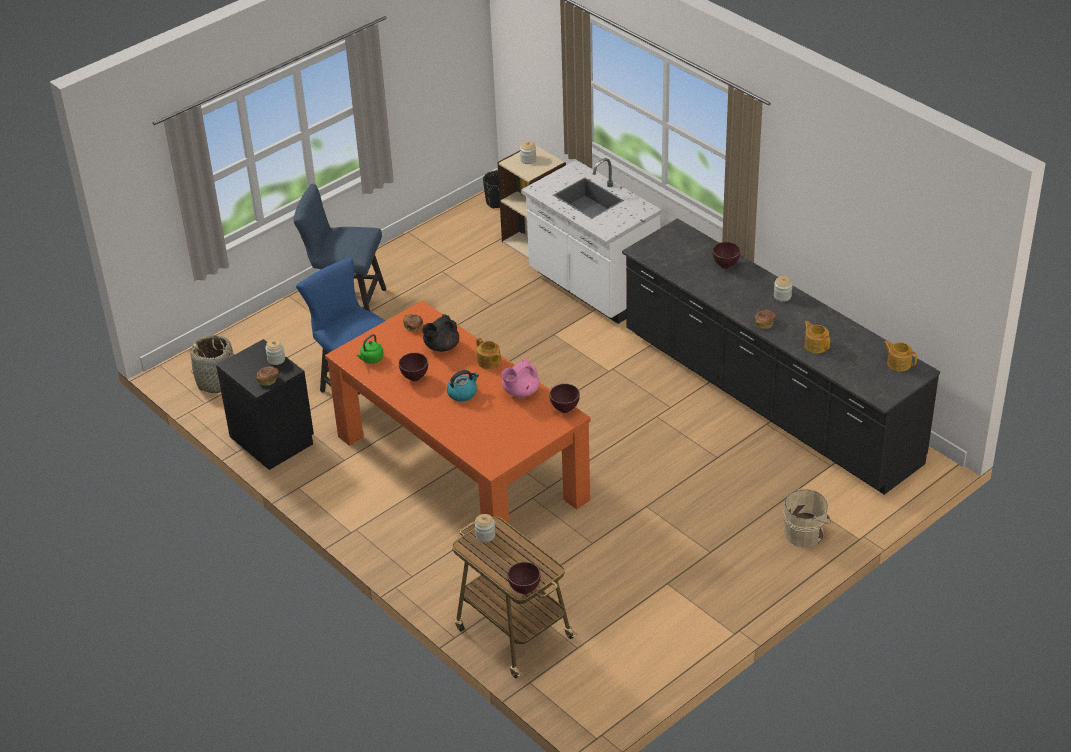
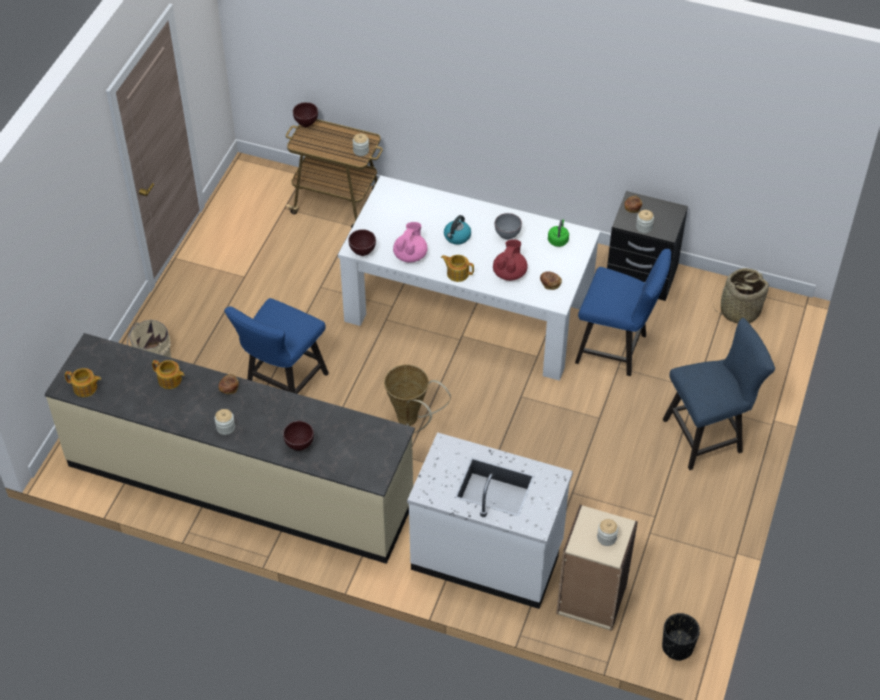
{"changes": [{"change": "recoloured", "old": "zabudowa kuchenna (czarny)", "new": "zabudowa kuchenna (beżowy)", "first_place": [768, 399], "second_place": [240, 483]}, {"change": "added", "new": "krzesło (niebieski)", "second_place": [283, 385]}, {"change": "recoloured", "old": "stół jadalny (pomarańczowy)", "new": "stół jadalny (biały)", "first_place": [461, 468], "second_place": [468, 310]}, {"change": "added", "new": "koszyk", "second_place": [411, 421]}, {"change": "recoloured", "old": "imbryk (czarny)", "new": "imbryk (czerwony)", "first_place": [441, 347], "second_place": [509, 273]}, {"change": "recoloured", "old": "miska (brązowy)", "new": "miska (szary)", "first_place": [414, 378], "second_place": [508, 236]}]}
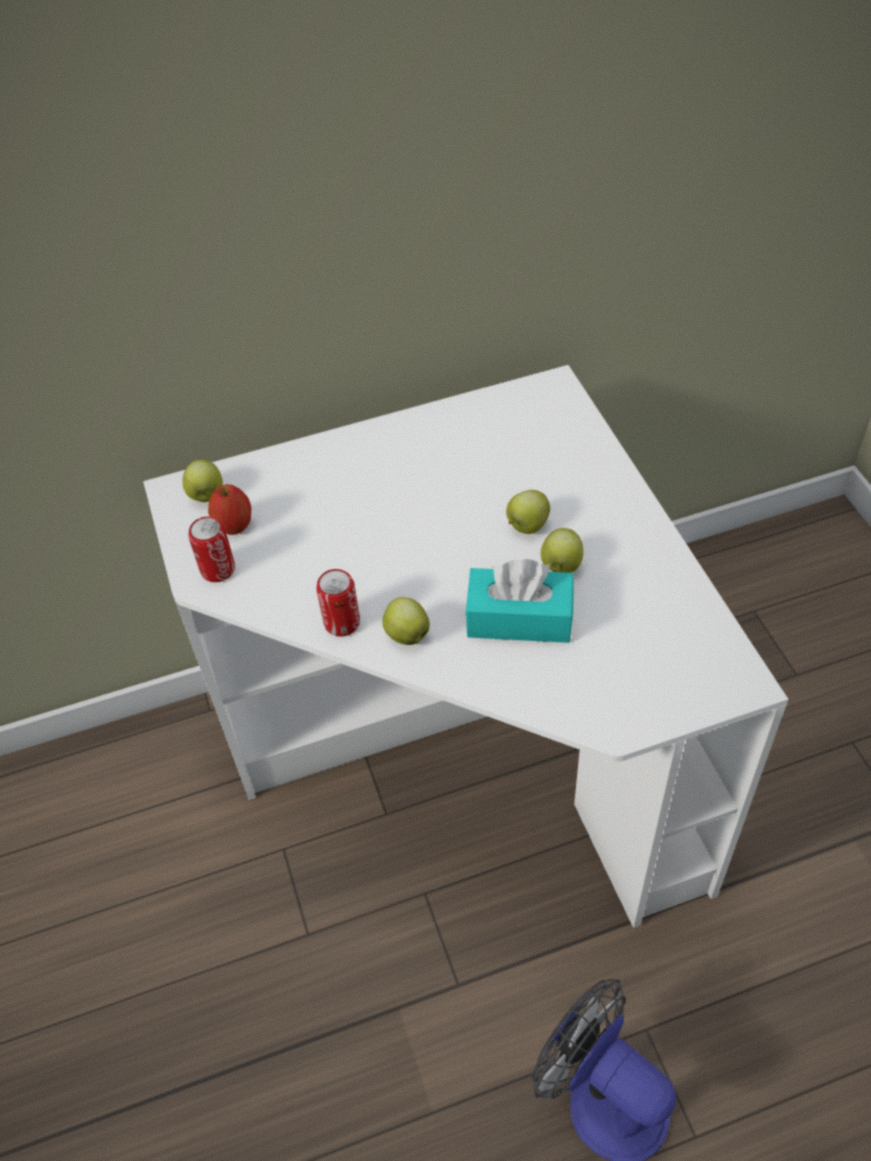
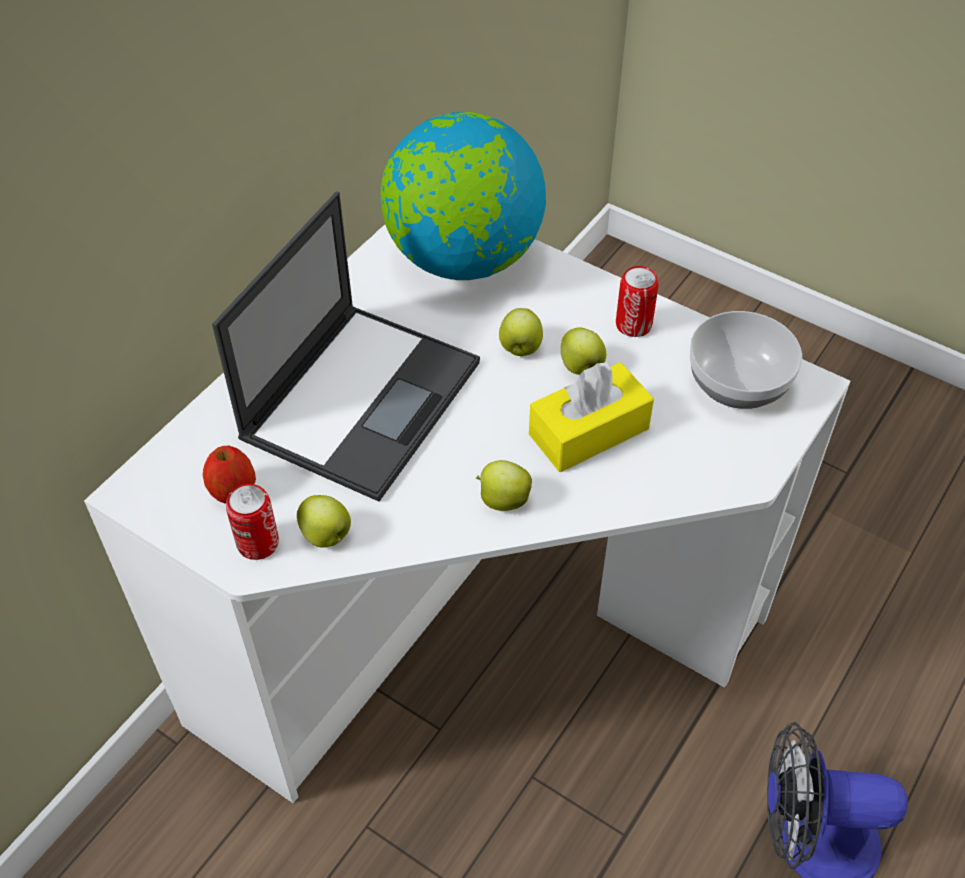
{"changes": [{"change": "added", "new": "laptop", "second_place": [362, 398]}, {"change": "moved", "old": "jabłko", "first_place": [206, 495], "second_place": [327, 536]}, {"change": "added", "new": "globus", "second_place": [463, 258]}, {"change": "recoloured", "old": "pudełko chusteczek (turkusowy)", "new": "pudełko chusteczek (żółty)", "first_place": [519, 618], "second_place": [588, 431]}, {"change": "moved", "old": "puszka", "first_place": [342, 622], "second_place": [633, 325]}, {"change": "added", "new": "miska", "second_place": [736, 383]}]}
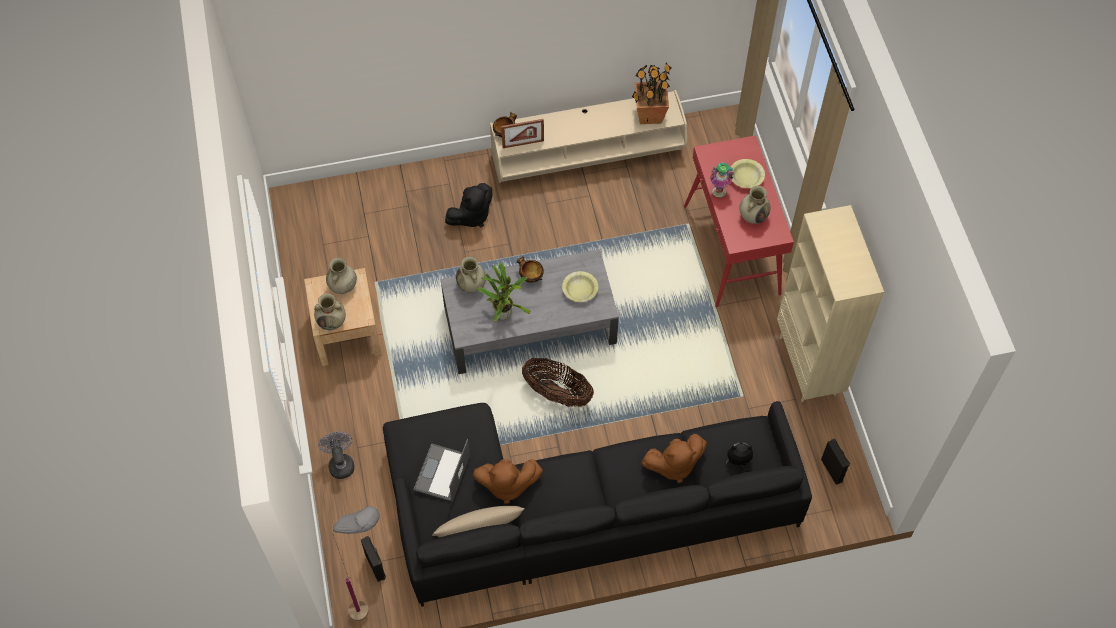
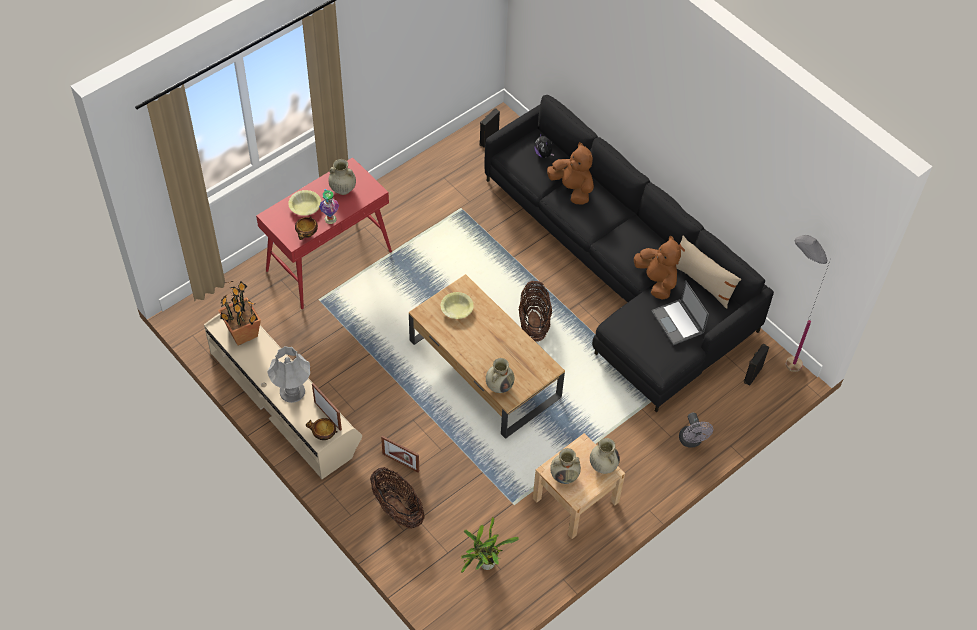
{"changes": [{"change": "added", "new": "lampa stołowa (szary)", "second_place": [292, 391]}, {"change": "moved", "old": "miska", "first_place": [530, 277], "second_place": [307, 235]}, {"change": "added", "new": "koszyk", "second_place": [397, 508]}, {"change": "replaced", "old": "pluszak (czarny)", "new": "ramka na zdjęcie", "first_place": [471, 216], "second_place": [400, 462]}, {"change": "recoloured", "old": "ława (szary)", "new": "ława (brązowy)", "first_place": [528, 325], "second_place": [485, 369]}, {"change": "moved", "old": "roślina doniczkowa", "first_place": [504, 311], "second_place": [485, 564]}, {"change": "turned", "old": "laptop", "first_place": [442, 473], "second_place": [678, 322], "degrees": 75}, {"change": "turned", "old": "wentylator (szary)", "first_place": [340, 463], "second_place": [691, 441], "degrees": -60}, {"change": "removed", "old": "regał (beżowy)", "first_place": [809, 366]}]}
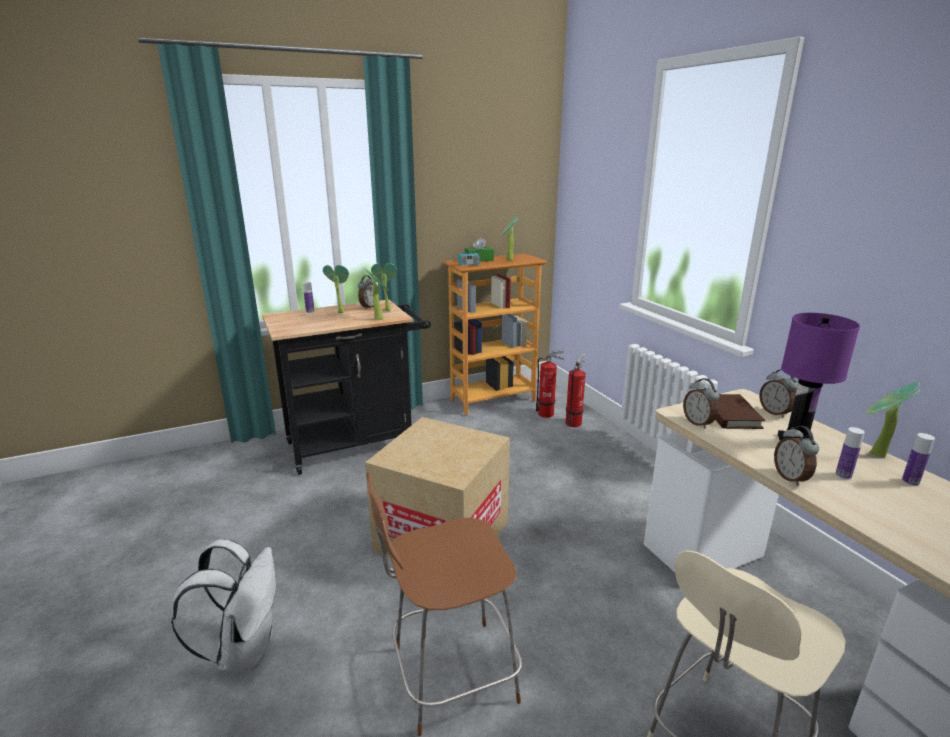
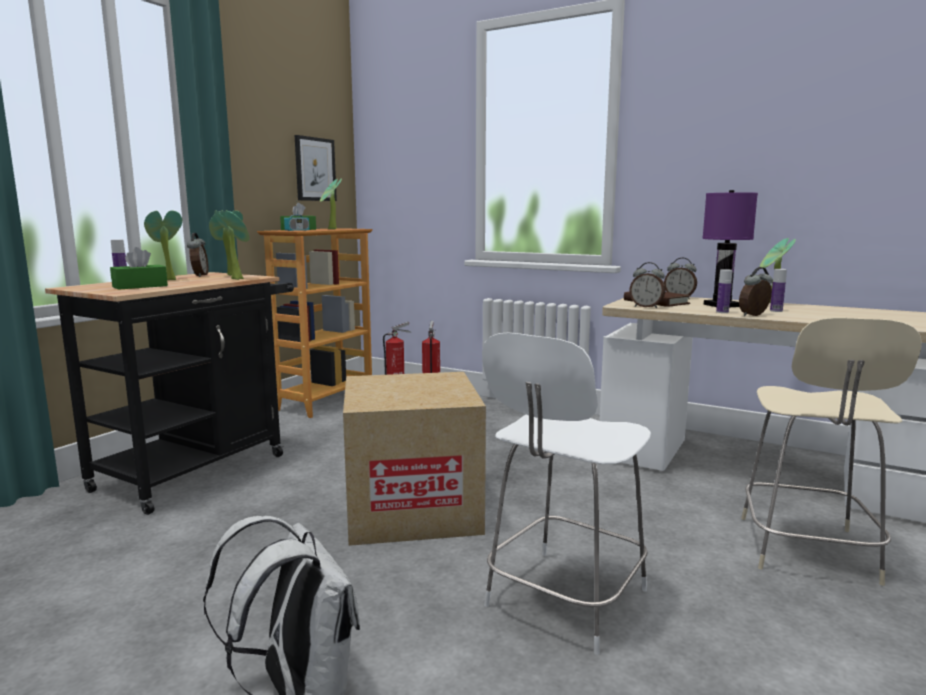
{"changes": [{"change": "added", "new": "pudełko chusteczek (zielony)", "second_place": [140, 286]}, {"change": "added", "new": "obraz", "second_place": [315, 169]}, {"change": "recoloured", "old": "krzesło (brązowy)", "new": "krzesło (biały)", "first_place": [449, 675], "second_place": [563, 601]}, {"change": "moved", "old": "butelka", "first_place": [910, 482], "second_place": [722, 312]}, {"change": "turned", "old": "budzik", "first_place": [791, 478], "second_place": [754, 315], "degrees": 105}]}
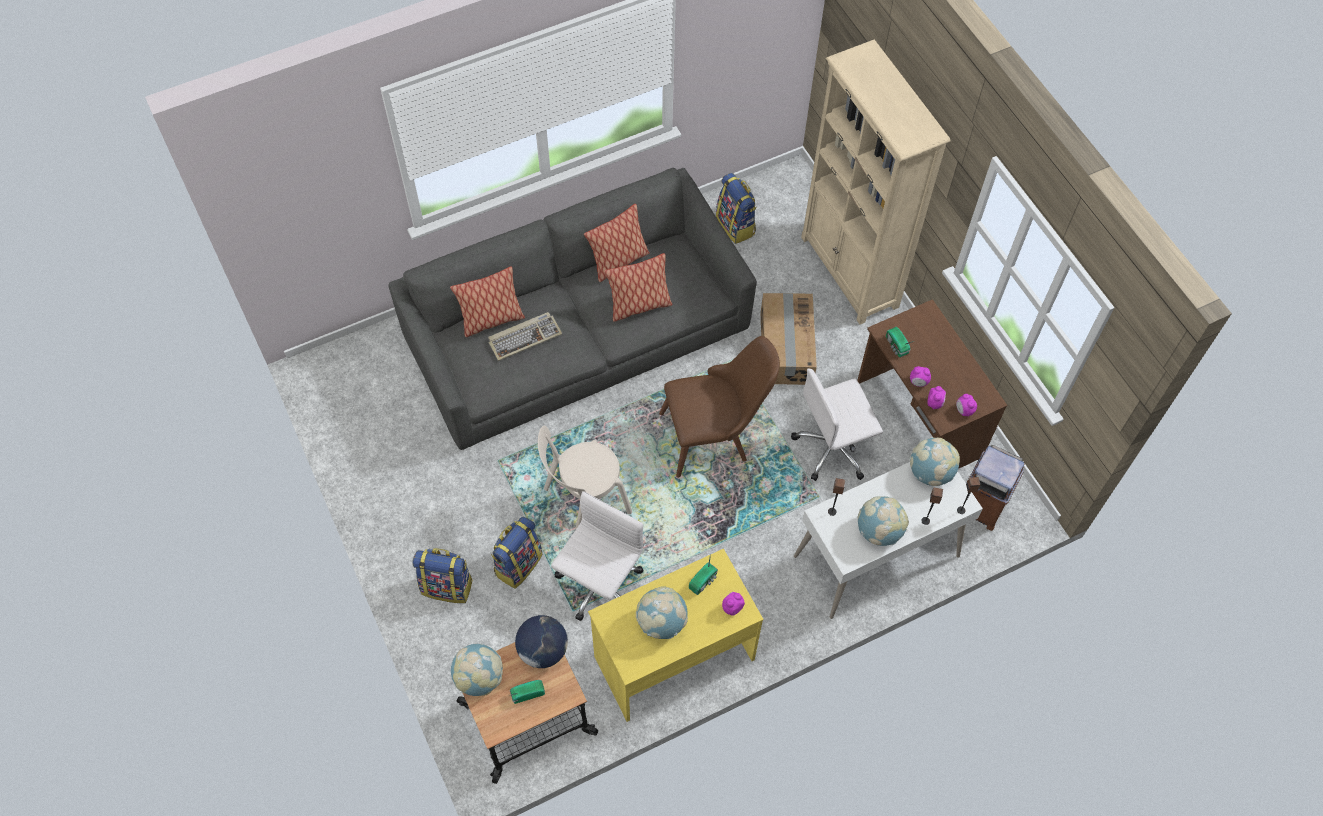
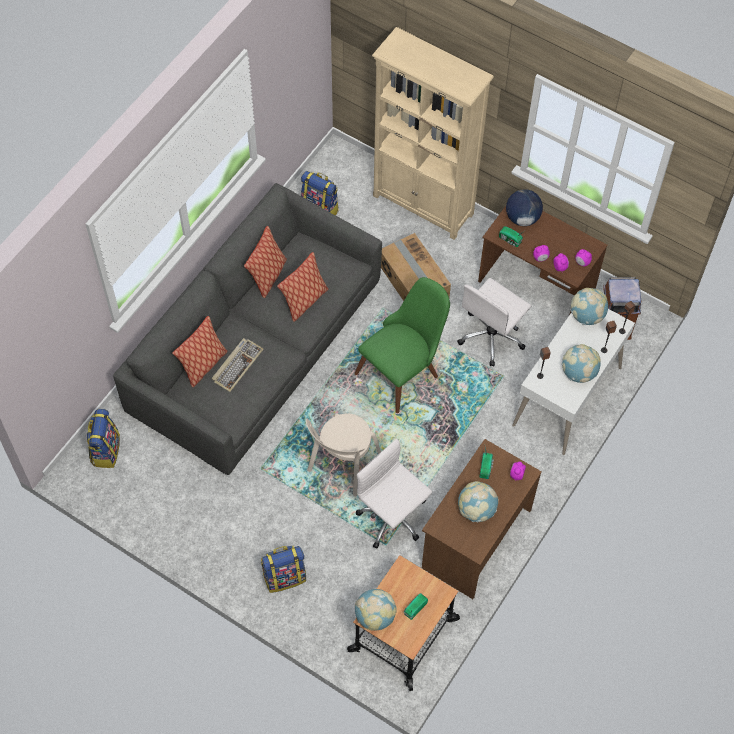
{"changes": [{"change": "moved", "old": "plecak", "first_place": [518, 563], "second_place": [105, 450]}, {"change": "recoloured", "old": "krzesło (brązowy)", "new": "krzesło (zielony)", "first_place": [715, 434], "second_place": [404, 369]}, {"change": "turned", "old": "krzesło biurowe (biały)", "first_place": [599, 586], "second_place": [393, 518], "degrees": -45}, {"change": "recoloured", "old": "biurko (żółty)", "new": "biurko (brązowy)", "first_place": [673, 656], "second_place": [475, 538]}, {"change": "moved", "old": "globus", "first_place": [543, 650], "second_place": [522, 218]}]}
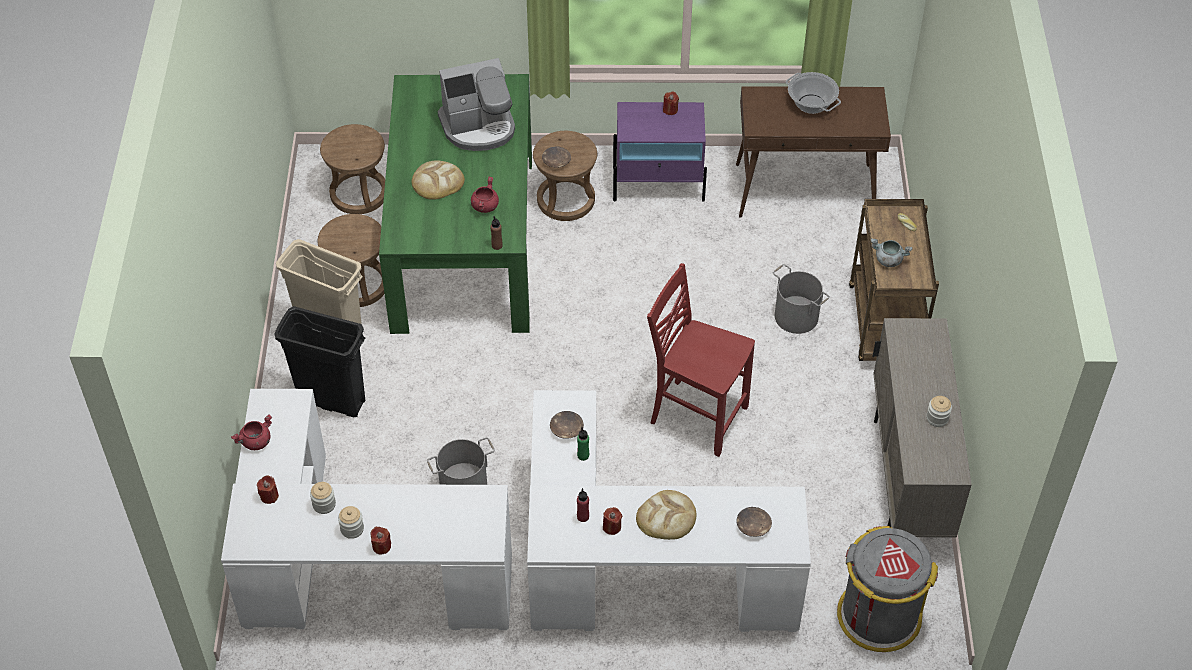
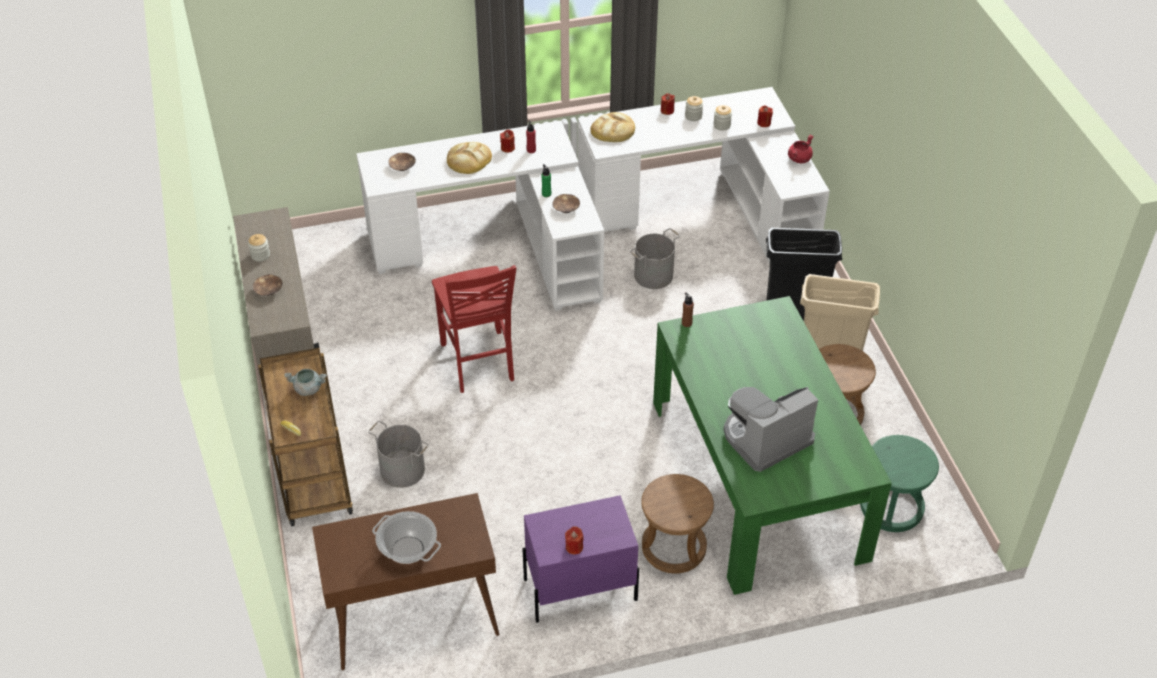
{"changes": [{"change": "moved", "old": "miska (brązowy)", "first_place": [556, 162], "second_place": [269, 290]}, {"change": "turned", "old": "krzesło (czerwony)", "first_place": [696, 415], "second_place": [478, 363], "degrees": 60}, {"change": "moved", "old": "chleb", "first_place": [437, 182], "second_place": [613, 130]}, {"change": "recoloured", "old": "stołek (brązowy)", "new": "stołek (zielony)", "first_place": [358, 193], "second_place": [892, 507]}, {"change": "removed", "old": "garnek (czerwony)", "first_place": [485, 206]}, {"change": "removed", "old": "kosz na śmieci (szary)", "first_place": [878, 616]}]}
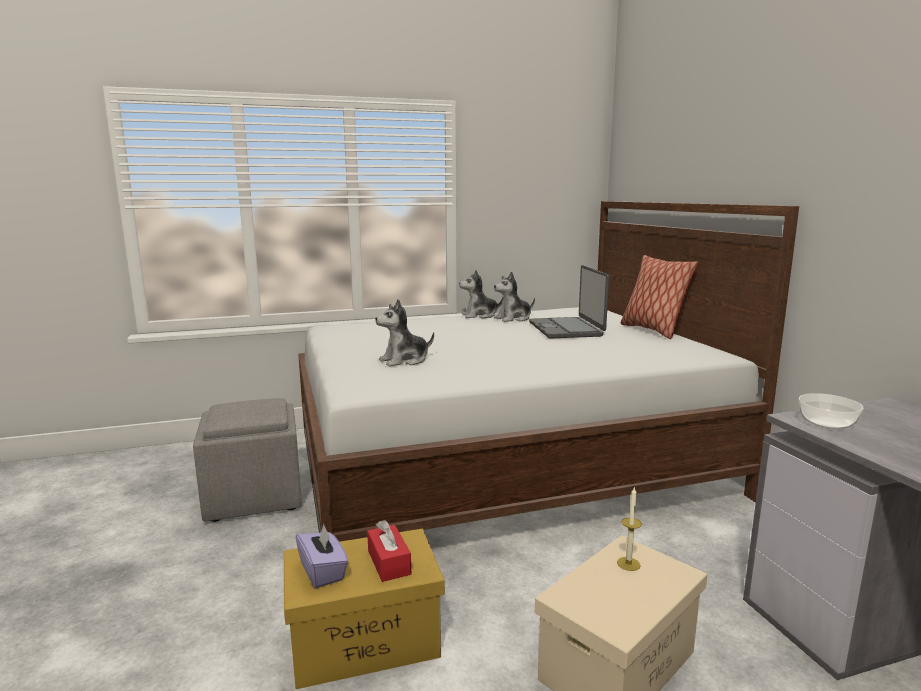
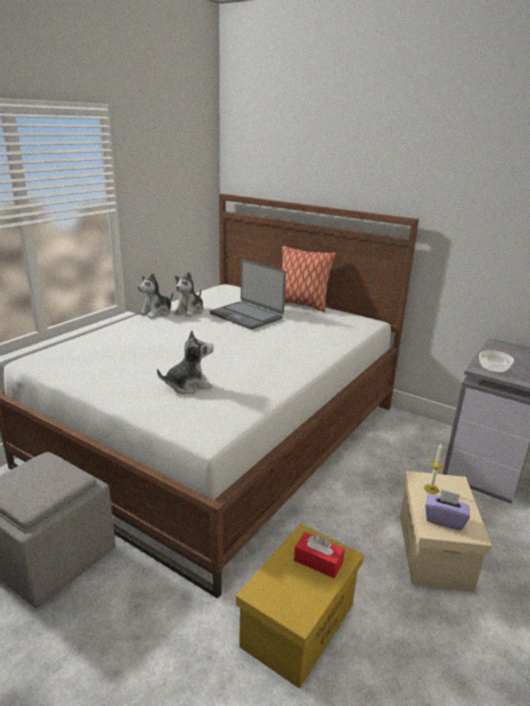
{"changes": [{"change": "turned", "old": "pluszak", "first_place": [404, 360], "second_place": [188, 385], "degrees": -135}, {"change": "moved", "old": "pudełko chusteczek (fioletowy)", "first_place": [323, 571], "second_place": [444, 519]}]}
